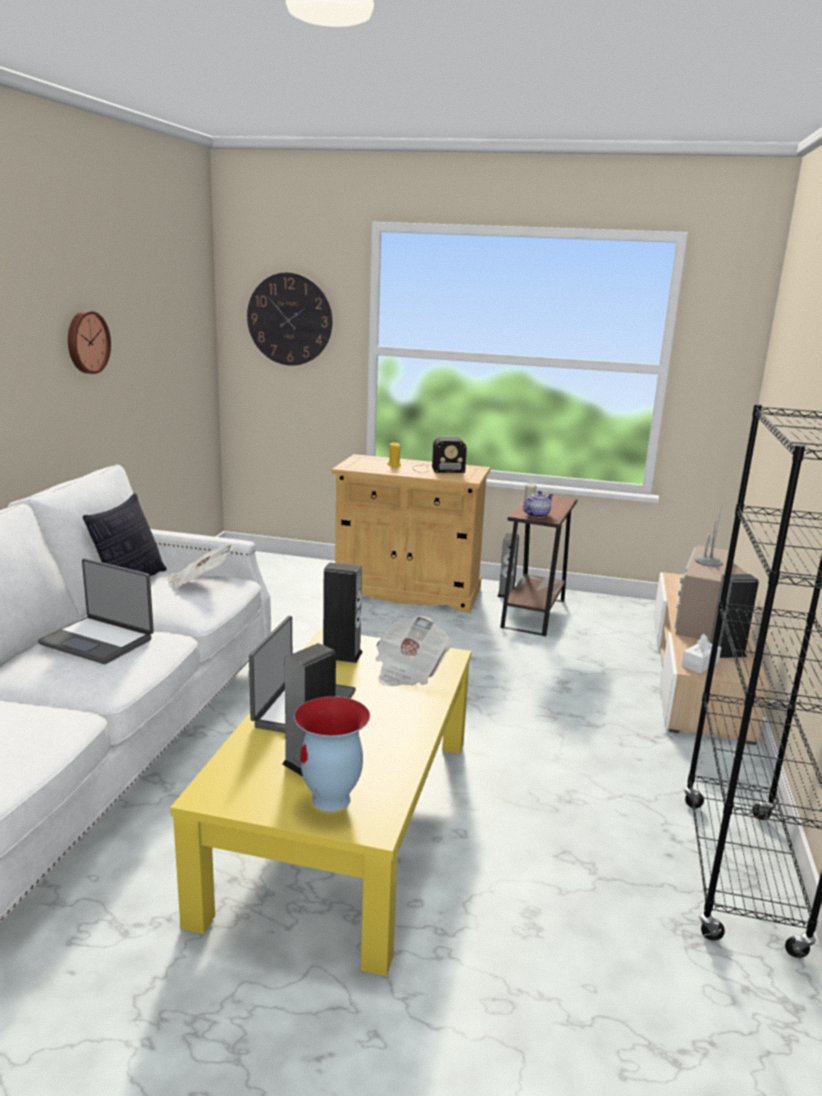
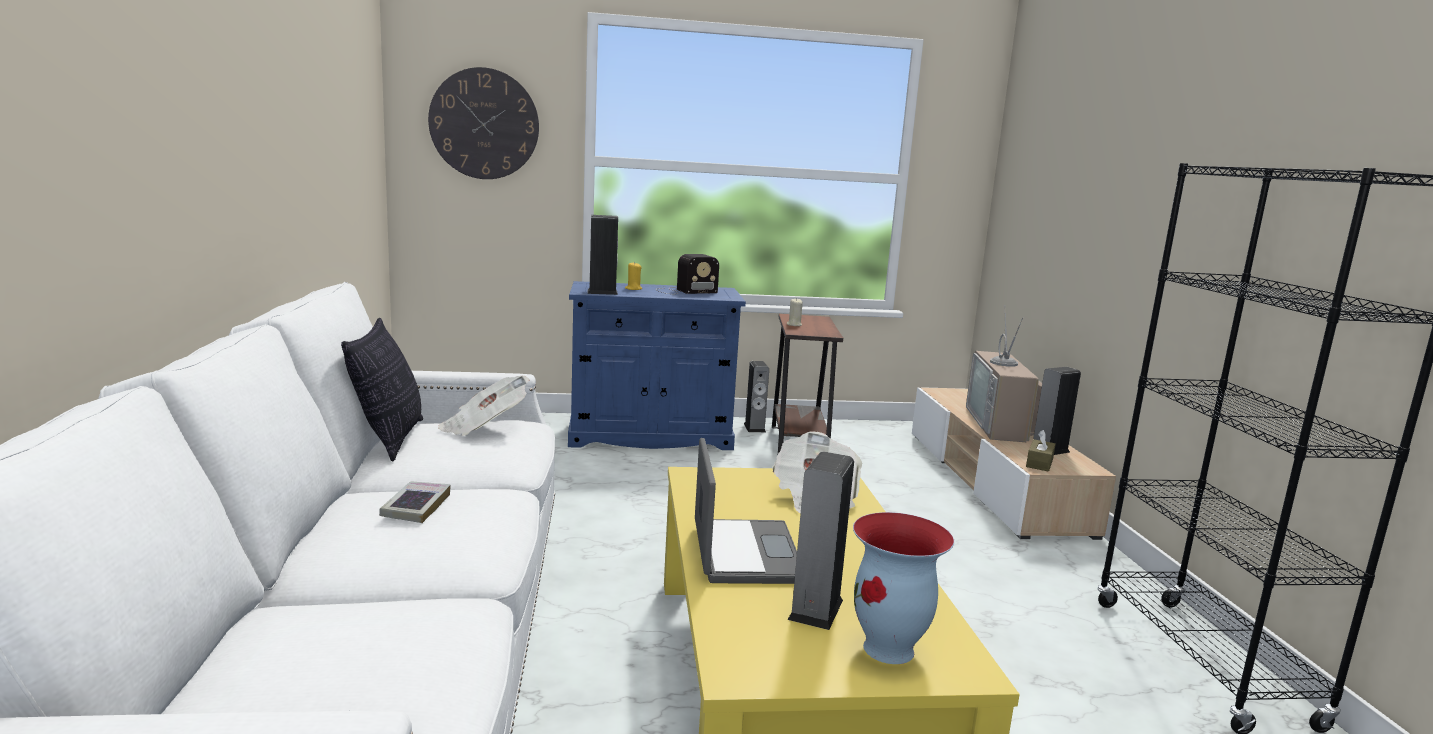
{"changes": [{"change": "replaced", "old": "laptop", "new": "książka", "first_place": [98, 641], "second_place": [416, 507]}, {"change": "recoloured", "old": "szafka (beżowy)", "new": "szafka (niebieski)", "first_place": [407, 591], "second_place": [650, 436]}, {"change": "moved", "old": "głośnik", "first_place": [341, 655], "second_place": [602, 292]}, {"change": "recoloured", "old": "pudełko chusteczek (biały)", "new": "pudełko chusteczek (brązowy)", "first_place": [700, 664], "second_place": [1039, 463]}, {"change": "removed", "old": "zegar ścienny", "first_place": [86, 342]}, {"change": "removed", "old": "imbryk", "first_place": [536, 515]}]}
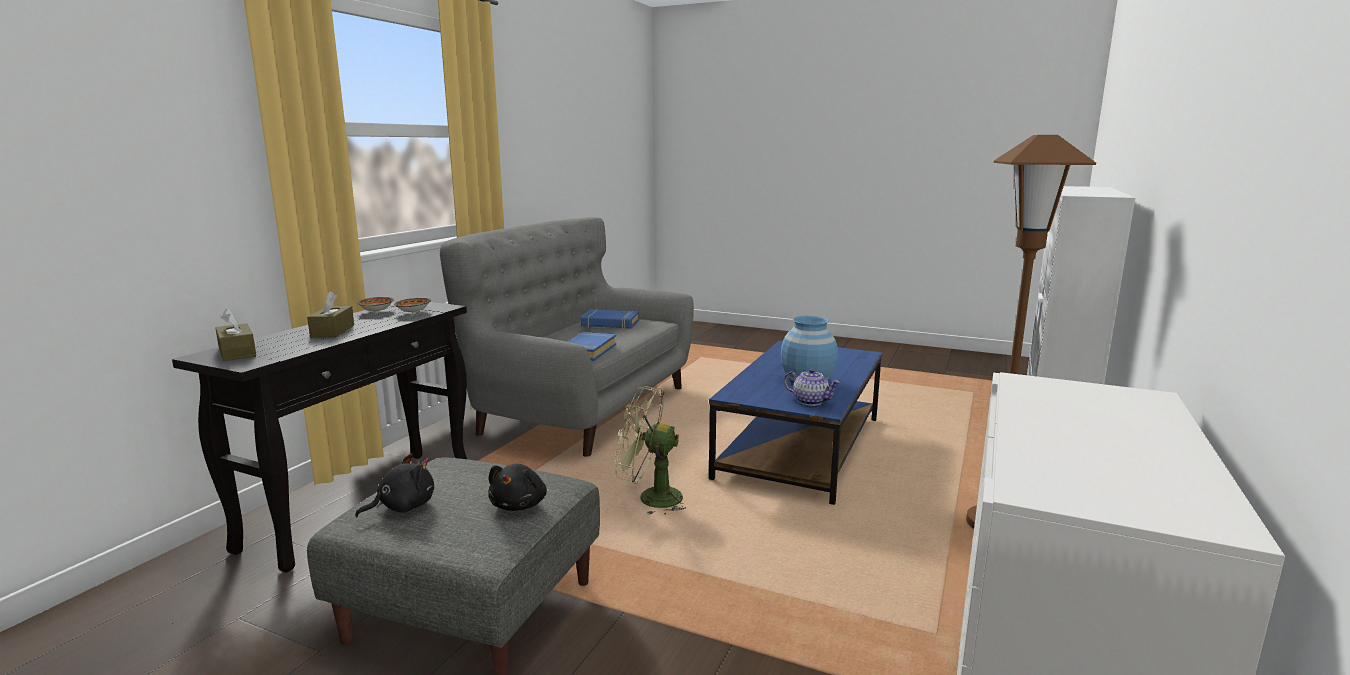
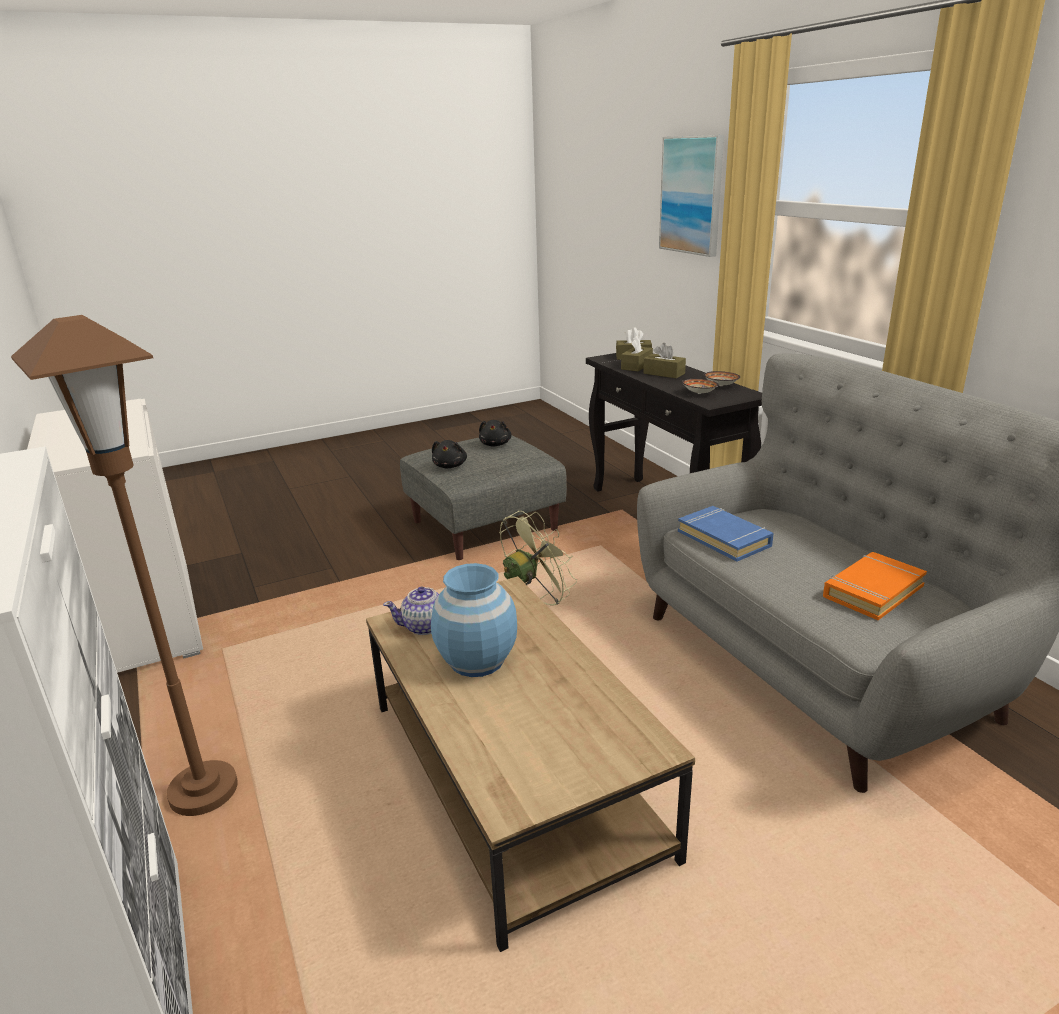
{"changes": [{"change": "recoloured", "old": "ława (niebieski)", "new": "ława (brązowy)", "first_place": [800, 447], "second_place": [515, 779]}, {"change": "turned", "old": "pluszak (czarny)", "first_place": [520, 505], "second_place": [450, 466], "degrees": -135}, {"change": "added", "new": "pudełko chusteczek (brązowy)", "second_place": [636, 366]}, {"change": "added", "new": "obraz", "second_place": [692, 195]}, {"change": "recoloured", "old": "książka (niebieski)", "new": "książka (pomarańczowy)", "first_place": [610, 323], "second_place": [872, 591]}]}
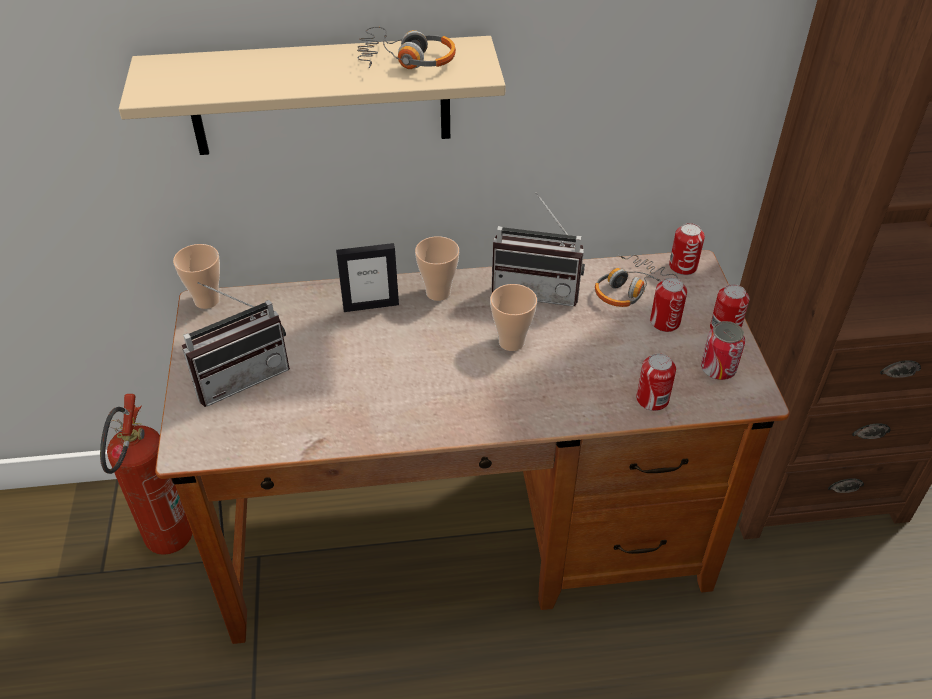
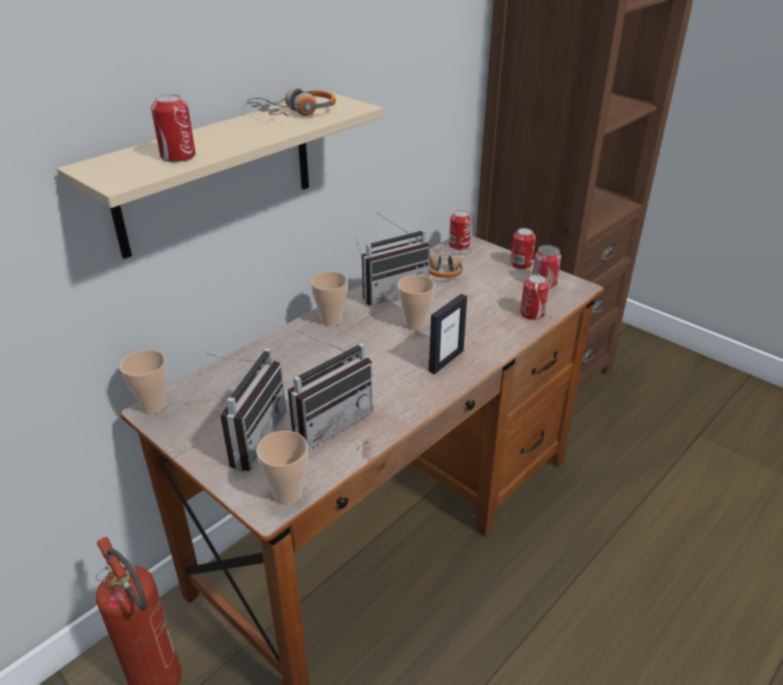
{"changes": [{"change": "moved", "old": "puszka", "first_place": [665, 322], "second_place": [178, 156]}, {"change": "added", "new": "filiżanka", "second_place": [287, 494]}, {"change": "added", "new": "radio", "second_place": [328, 421]}, {"change": "moved", "old": "ramka na zdjęcie", "first_place": [371, 305], "second_place": [446, 361]}]}
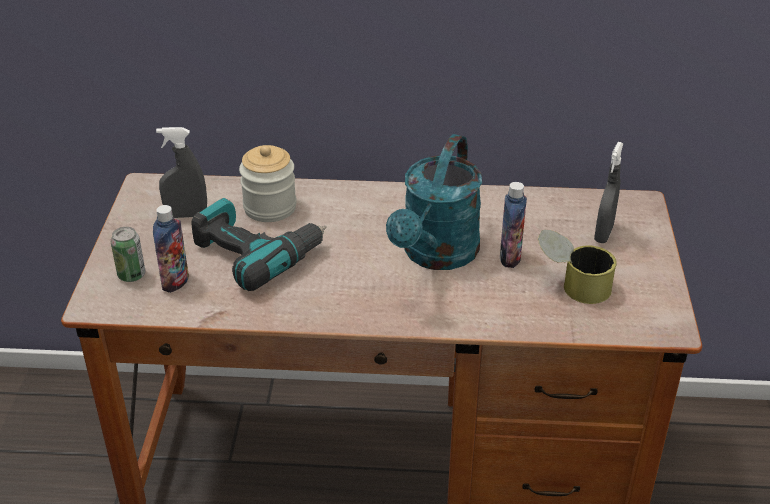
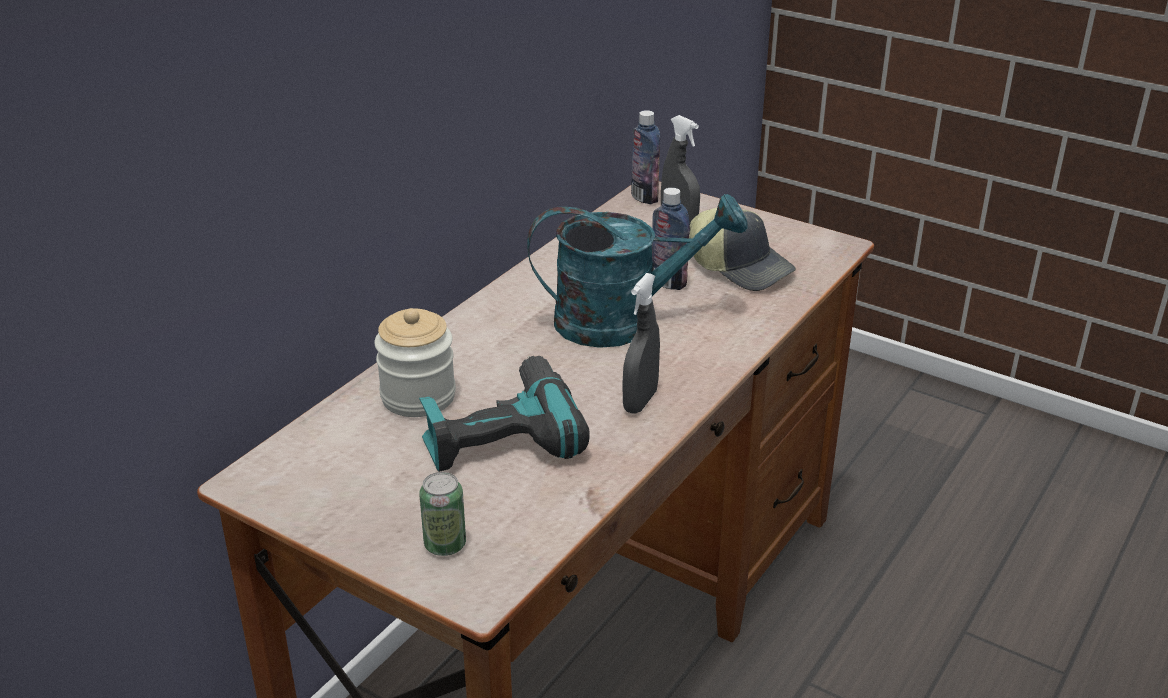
{"changes": [{"change": "turned", "old": "konewka (turkusowy)", "first_place": [436, 255], "second_place": [624, 320], "degrees": -60}, {"change": "moved", "old": "spryskiwacz (szary)", "first_place": [186, 215], "second_place": [640, 401]}, {"change": "moved", "old": "butelka", "first_place": [175, 282], "second_place": [644, 197]}, {"change": "replaced", "old": "puszka", "new": "czapka z daszkiem", "first_place": [572, 286], "second_place": [741, 267]}]}
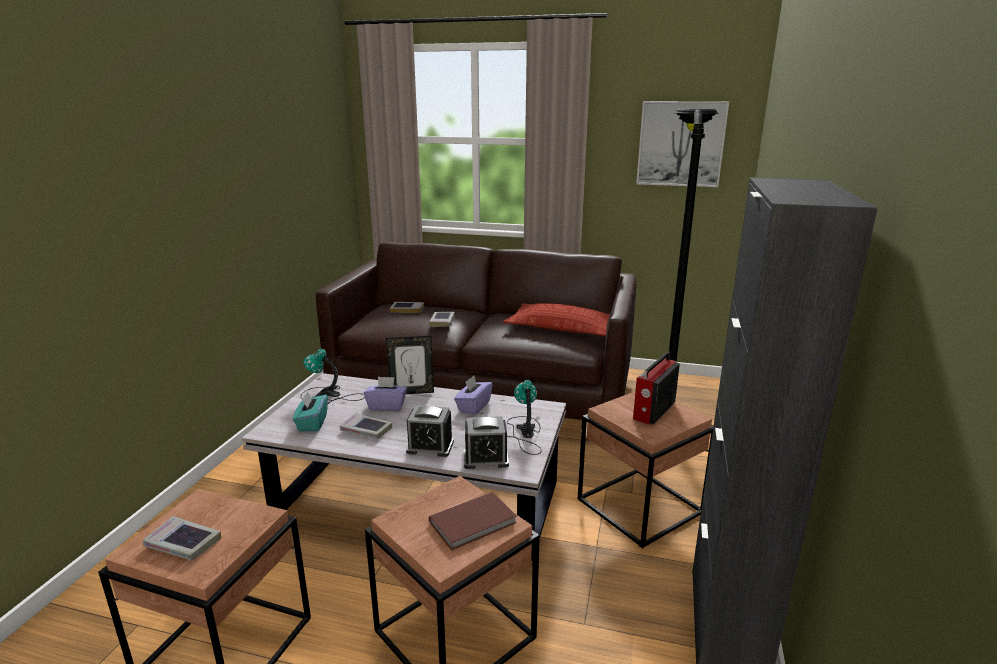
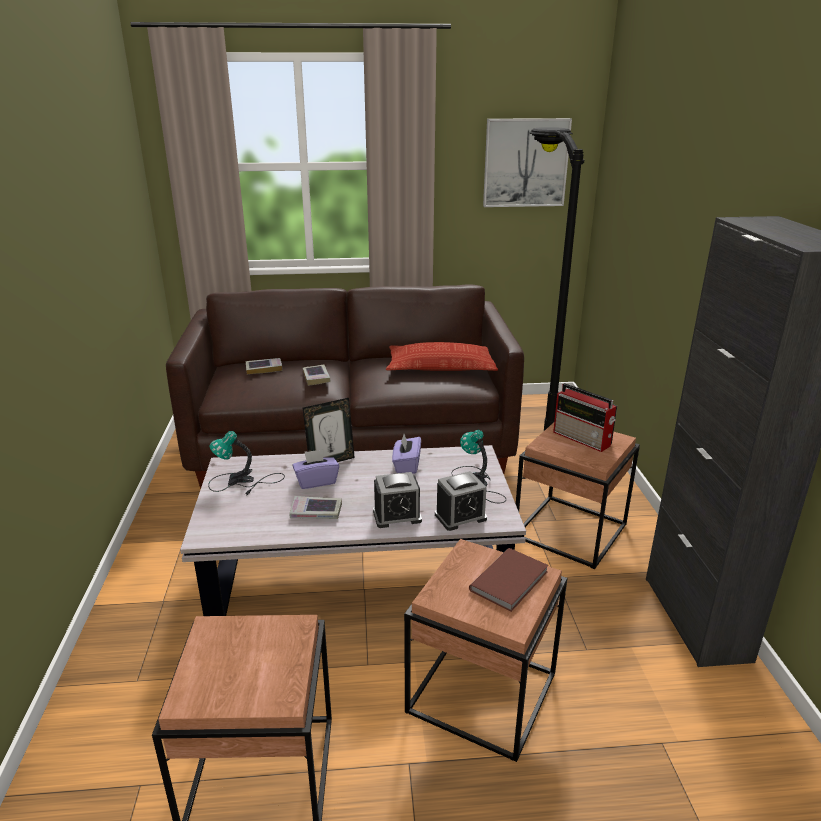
{"changes": [{"change": "turned", "old": "radio", "first_place": [653, 411], "second_place": [583, 439], "degrees": -60}, {"change": "removed", "old": "książka", "first_place": [183, 543]}, {"change": "removed", "old": "pudełko chusteczek (turkusowy)", "first_place": [312, 423]}]}
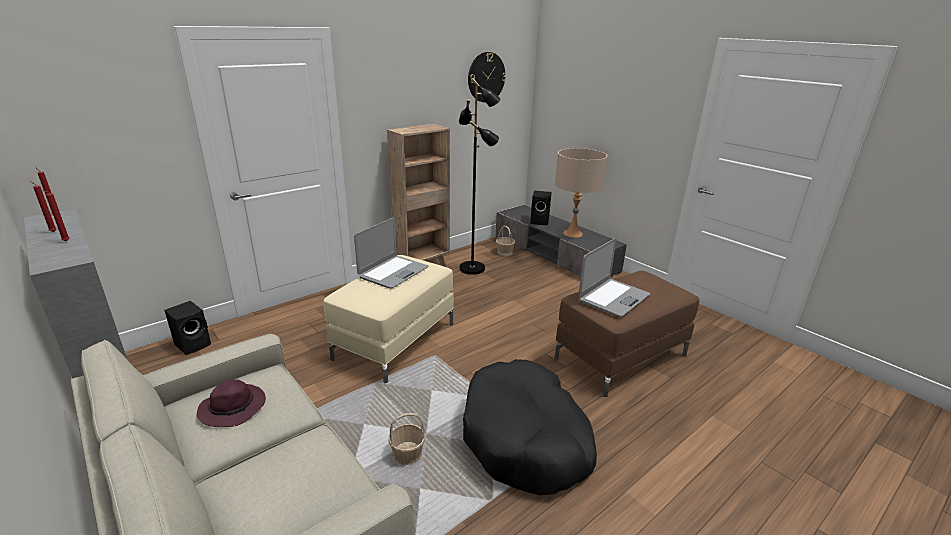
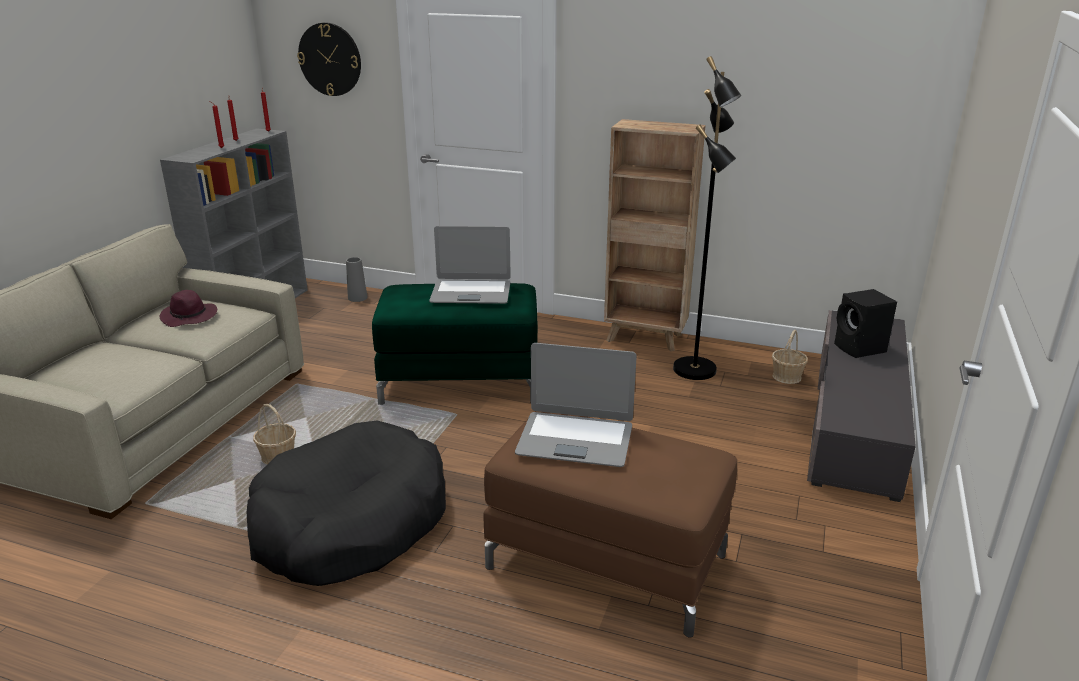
{"changes": [{"change": "moved", "old": "zegar ścienny", "first_place": [486, 77], "second_place": [330, 59]}, {"change": "replaced", "old": "głośnik (czarny)", "new": "wazon (szary)", "first_place": [194, 344], "second_place": [357, 298]}, {"change": "recoloured", "old": "pufa (beżowy)", "new": "pufa (zielony)", "first_place": [395, 340], "second_place": [461, 381]}, {"change": "removed", "old": "lampa stołowa (beżowy)", "first_place": [573, 233]}]}
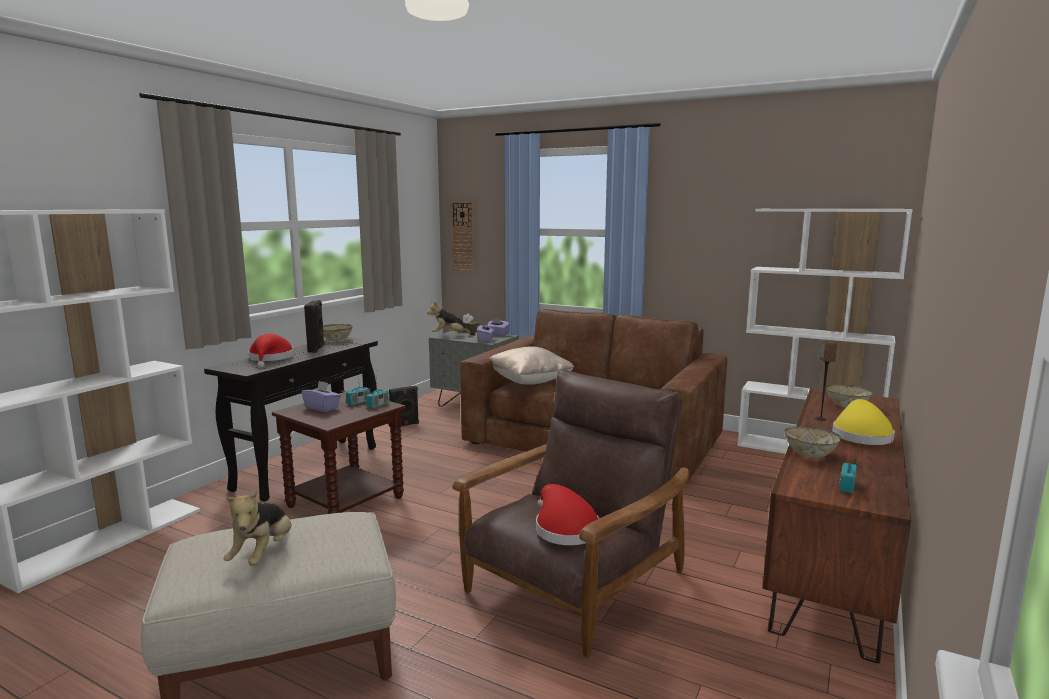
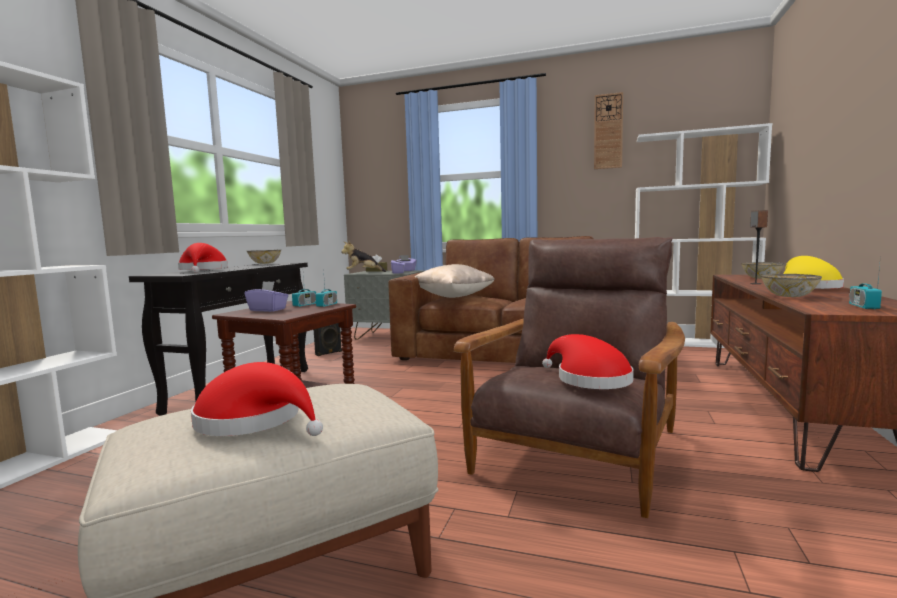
{"changes": [{"change": "replaced", "old": "pluszak", "new": "kapelusz (czerwony)", "first_place": [263, 554], "second_place": [255, 421]}, {"change": "moved", "old": "zegar ścienny", "first_place": [463, 236], "second_place": [608, 131]}, {"change": "removed", "old": "głośnik (czarny)", "first_place": [317, 348]}]}
